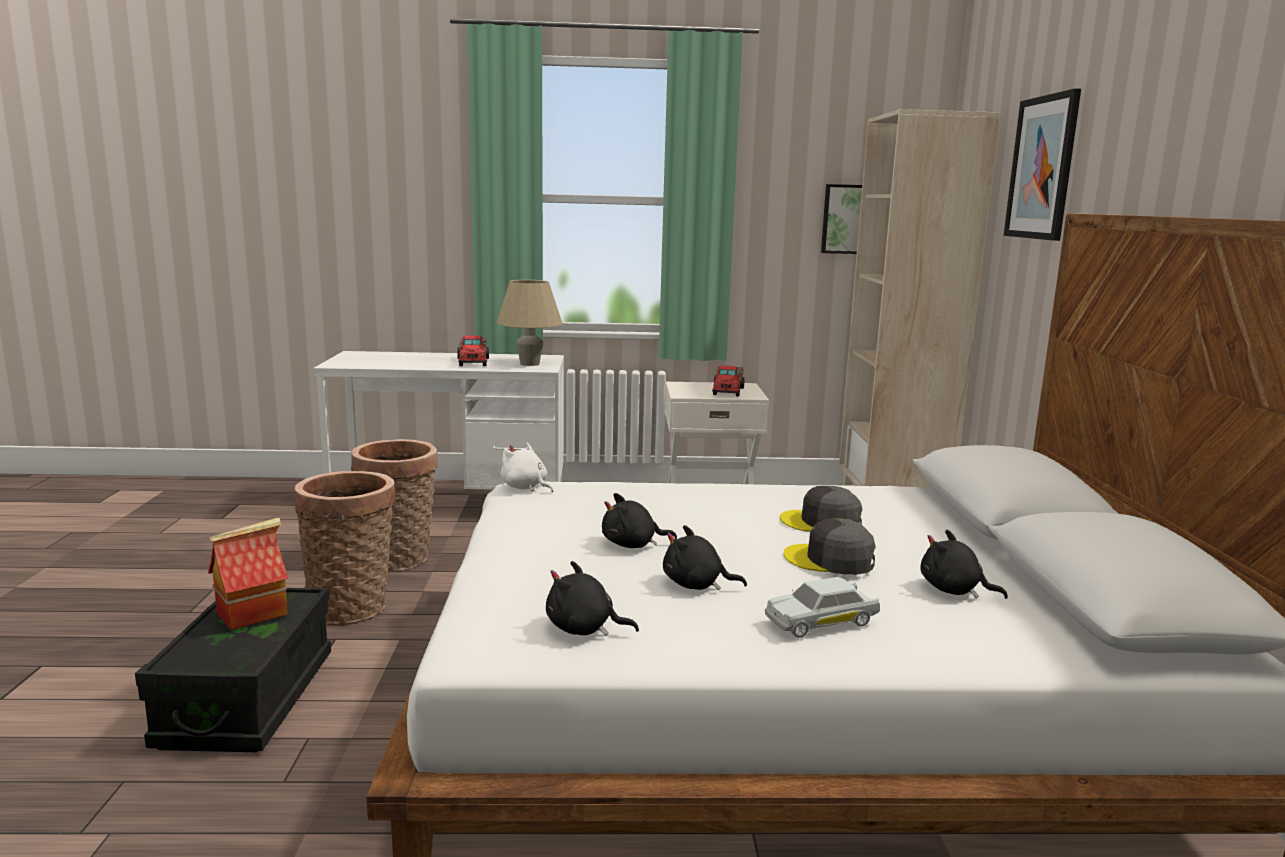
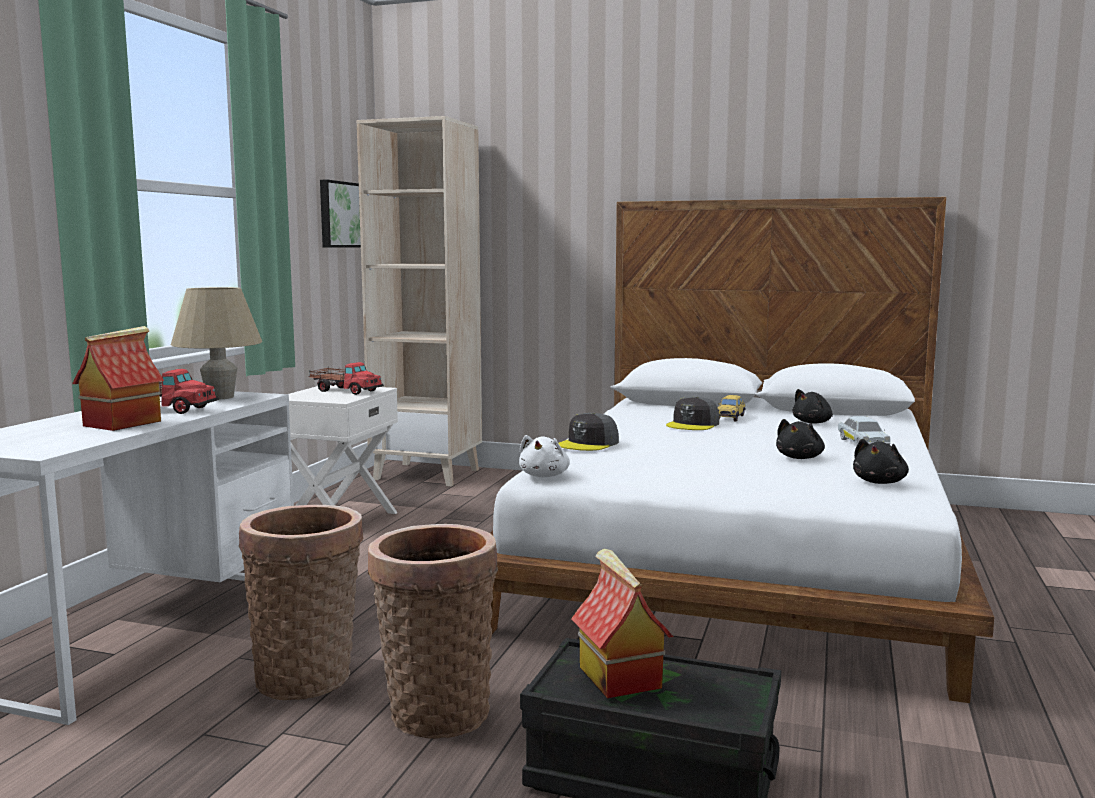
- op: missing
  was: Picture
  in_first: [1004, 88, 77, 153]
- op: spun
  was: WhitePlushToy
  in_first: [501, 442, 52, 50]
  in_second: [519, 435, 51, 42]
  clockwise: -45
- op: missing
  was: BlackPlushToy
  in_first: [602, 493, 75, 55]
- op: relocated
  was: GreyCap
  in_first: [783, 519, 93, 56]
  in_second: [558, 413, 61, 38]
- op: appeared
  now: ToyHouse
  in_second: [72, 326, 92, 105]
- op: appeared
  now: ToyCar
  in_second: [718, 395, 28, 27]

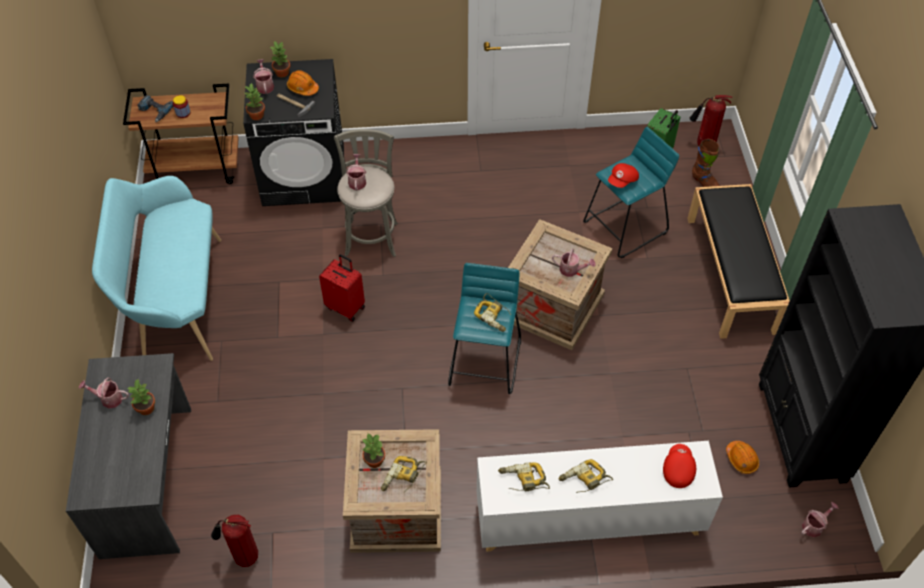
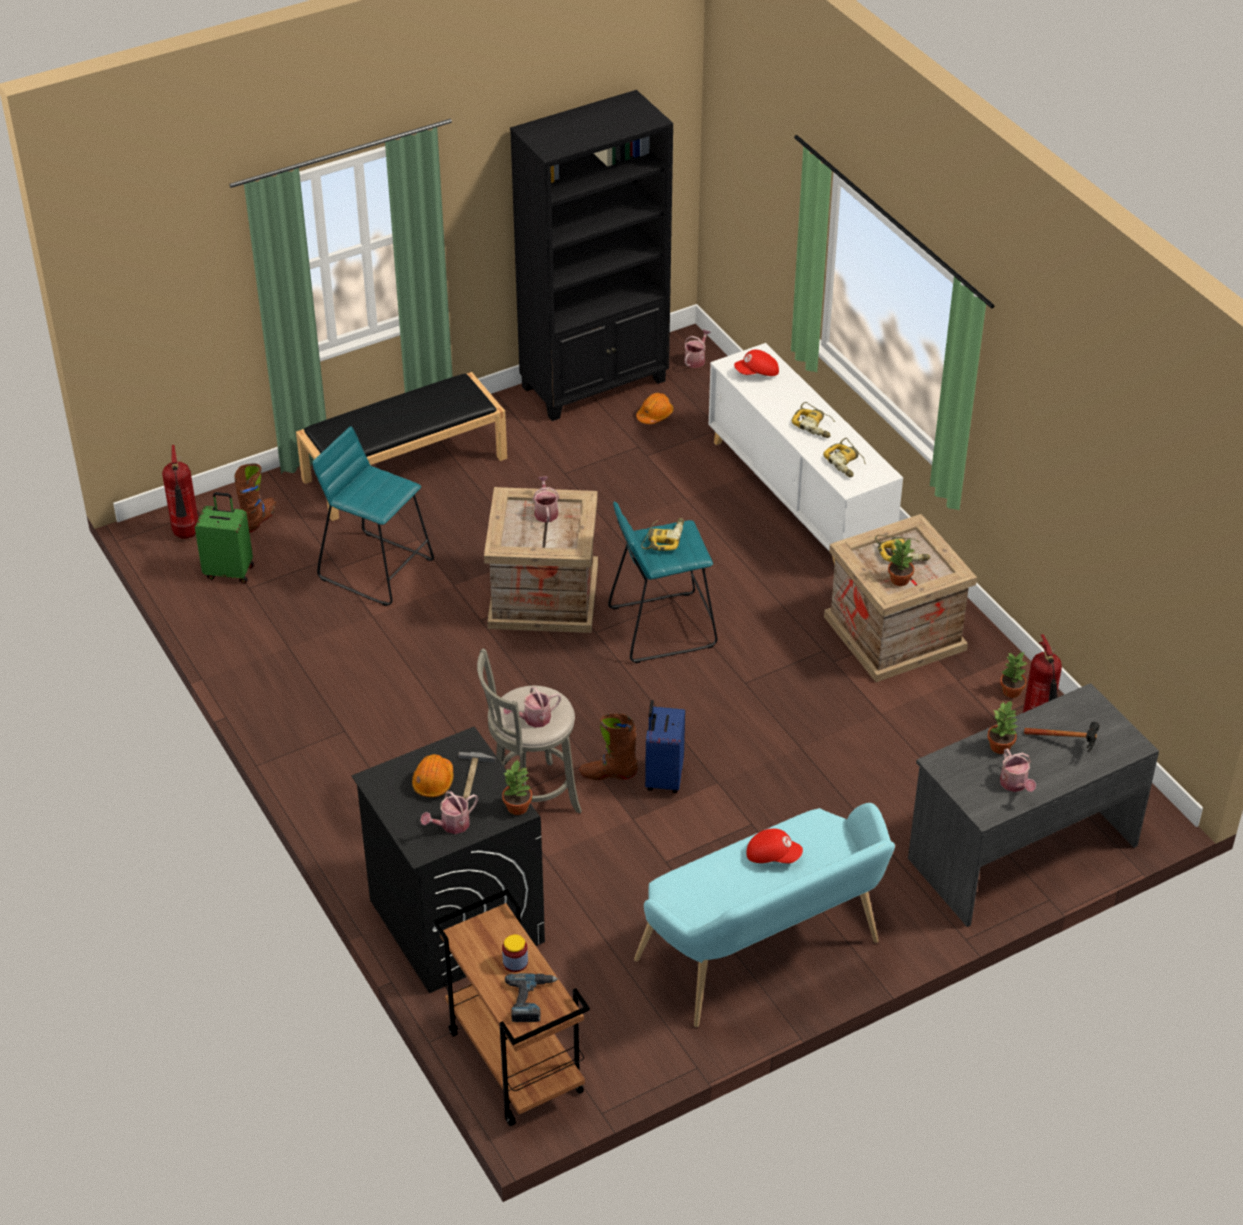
- op: relocated
  was: PottedPlant
  in_first: [270, 41, 20, 37]
  in_second: [1000, 652, 28, 46]
- op: relocated
  was: RedCap
  in_first: [608, 163, 31, 25]
  in_second: [746, 829, 57, 35]
- op: colour
  was: RedSuitcase
  now: BlueSuitcase
  in_first: [319, 254, 46, 68]
  in_second: [645, 700, 40, 93]
- op: spun
  was: WateringCan
  in_first: [801, 502, 38, 35]
  in_second: [684, 329, 27, 39]
  clockwise: 90
- op: appeared
  now: BrownBoot
  in_second: [579, 713, 59, 67]
- op: appeared
  now: Hammer
  in_second: [1024, 722, 75, 30]

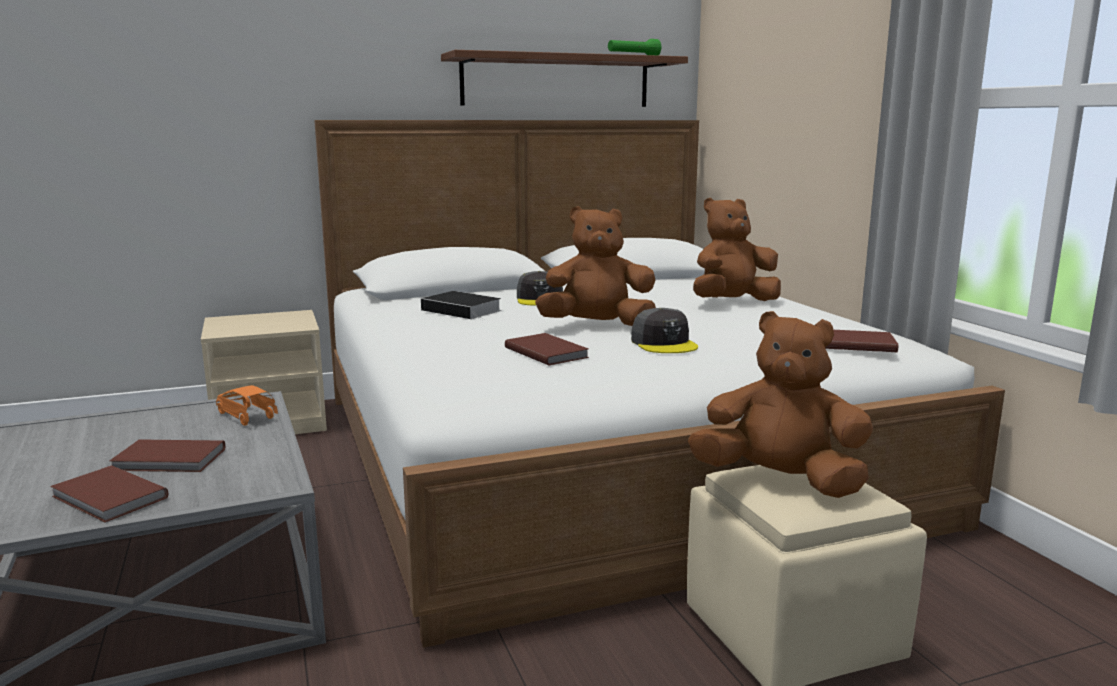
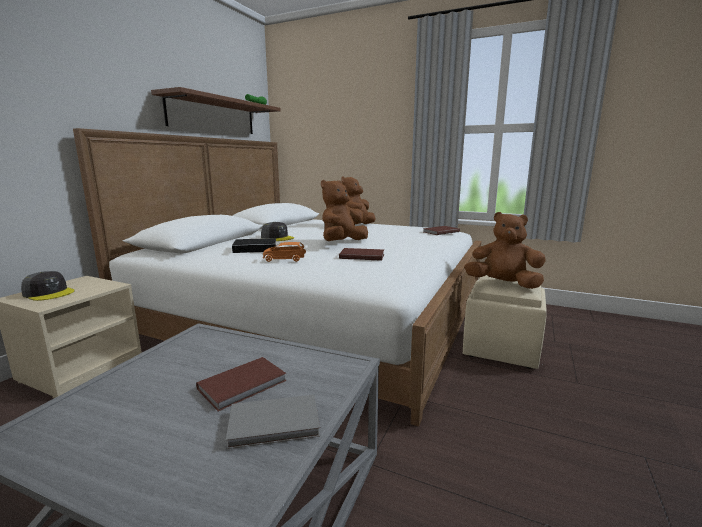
- op: relocated
  was: GreyCap
  in_first: [631, 308, 67, 45]
  in_second: [21, 271, 54, 30]
- op: spun
  was: BrownPlushToy
  in_first: [688, 311, 185, 187]
  in_second: [464, 212, 82, 77]
  clockwise: 45
- op: relocated
  was: OrangeToyCar
  in_first: [216, 385, 62, 41]
  in_second: [263, 242, 43, 20]
- op: colour
  was: BrownBook
  now: GreyBook
  in_first: [50, 465, 118, 57]
  in_second: [226, 395, 94, 54]

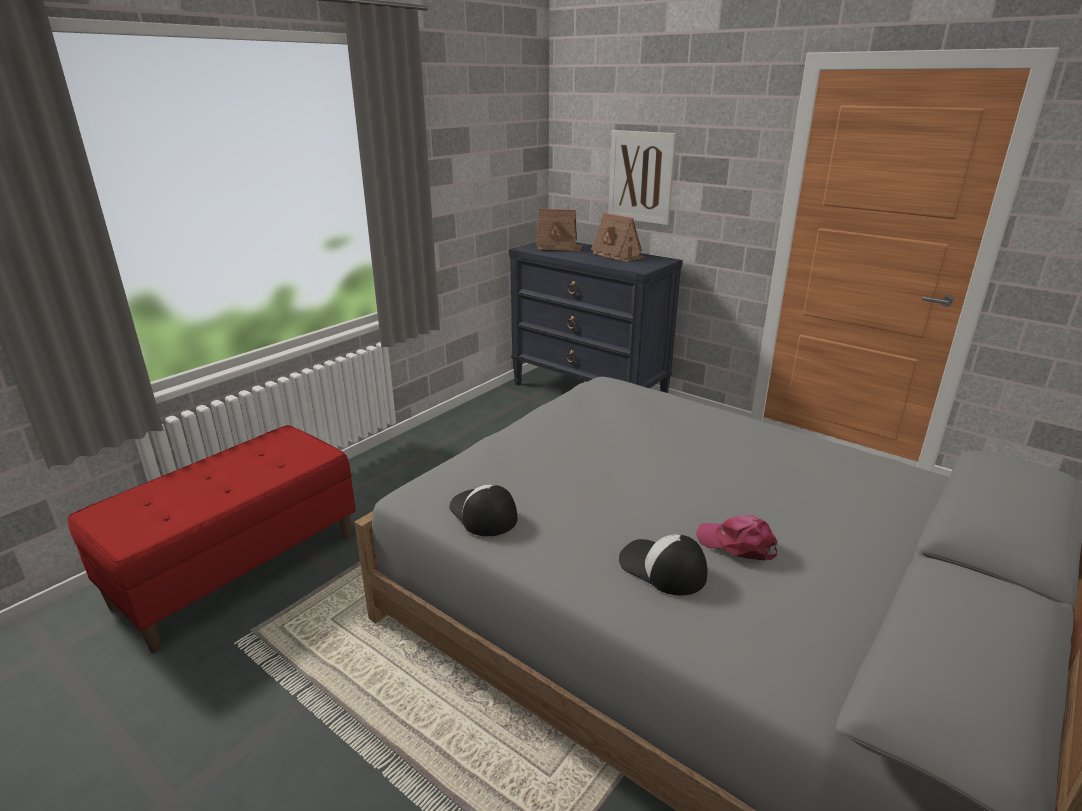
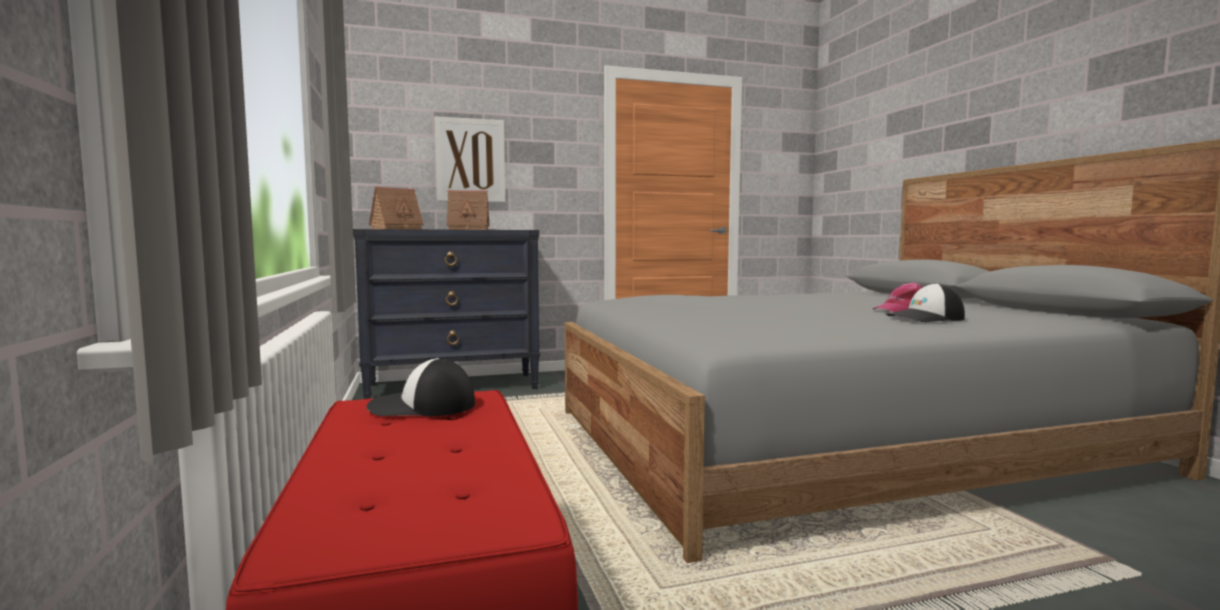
- op: relocated
  was: Cap
  in_first: [449, 484, 68, 52]
  in_second: [366, 358, 109, 58]

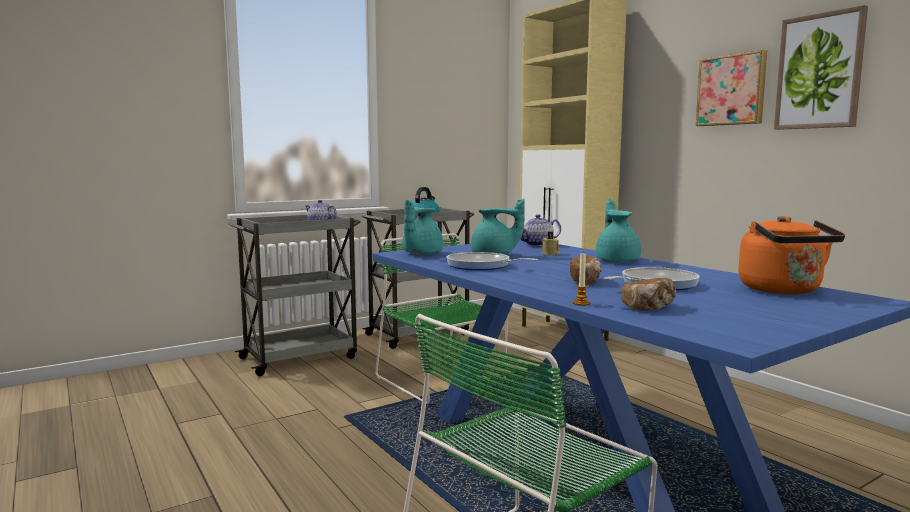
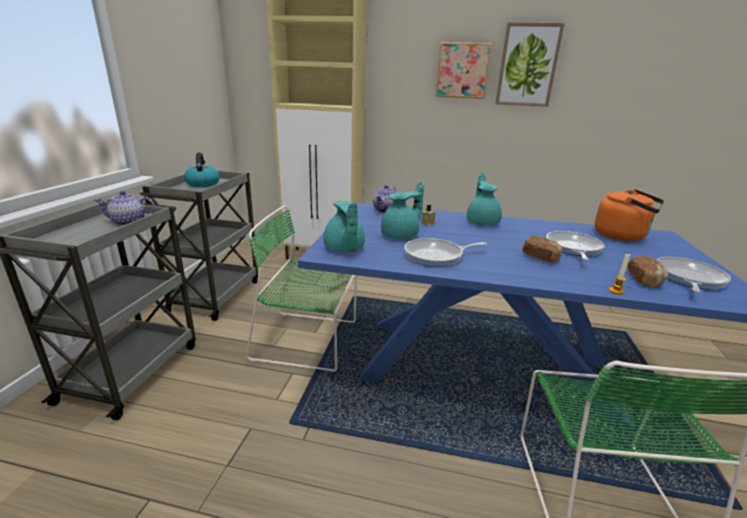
- op: spun
  was: TurquoiseTeapot
  in_first: [595, 199, 46, 63]
  in_second: [467, 172, 35, 54]
  clockwise: 45
- op: appeared
  now: FryingPan
  in_second: [656, 257, 75, 36]

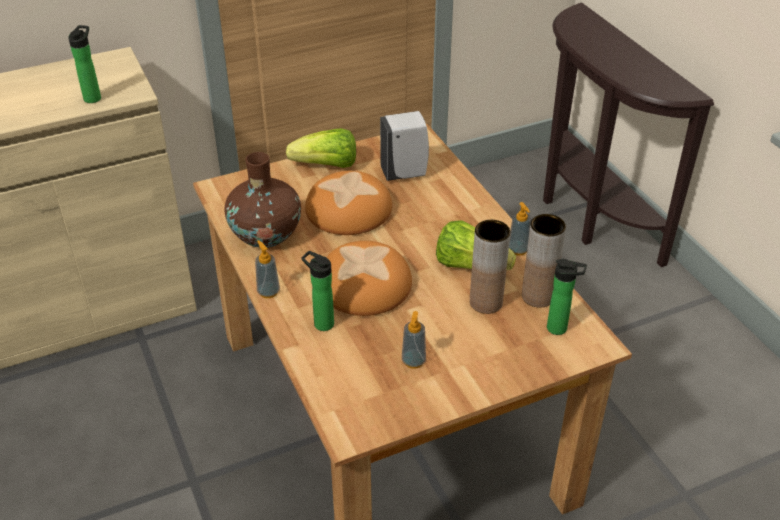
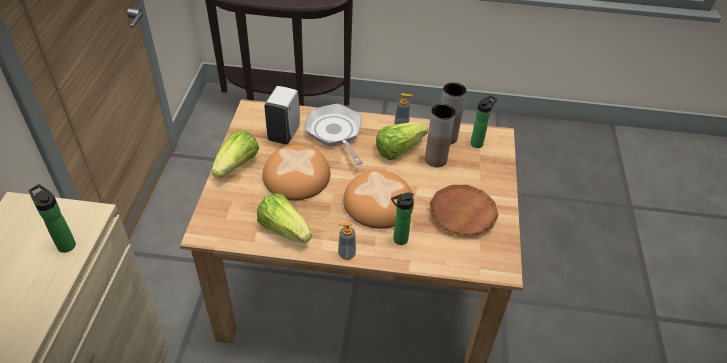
- op: exchanged
  was: BrownVase
  now: Lettuce
  in_first: [225, 152, 76, 96]
  in_second: [257, 193, 55, 50]
- op: exchanged
  was: SoapDispenser
  now: BrownPlate
  in_first: [402, 311, 24, 57]
  in_second: [429, 185, 70, 51]
- op: appeared
  now: FryingPan
  in_second: [305, 104, 58, 61]

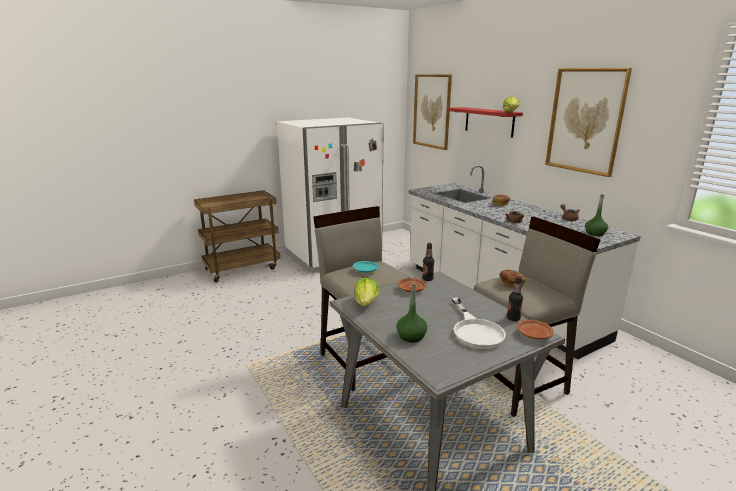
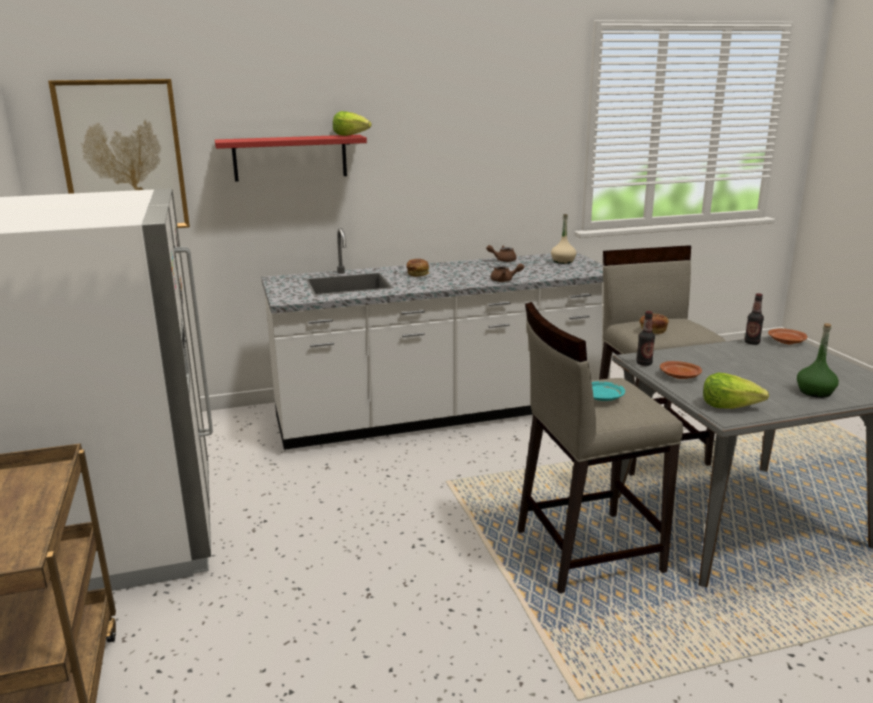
- op: missing
  was: Picture
  in_first: [545, 68, 87, 109]
- op: colour
  was: GreenBottle
  now: BeigeBottle
  in_first: [585, 194, 23, 42]
  in_second: [551, 214, 25, 50]
- op: missing
  was: WhiteFryingPan
  in_first: [452, 297, 54, 52]

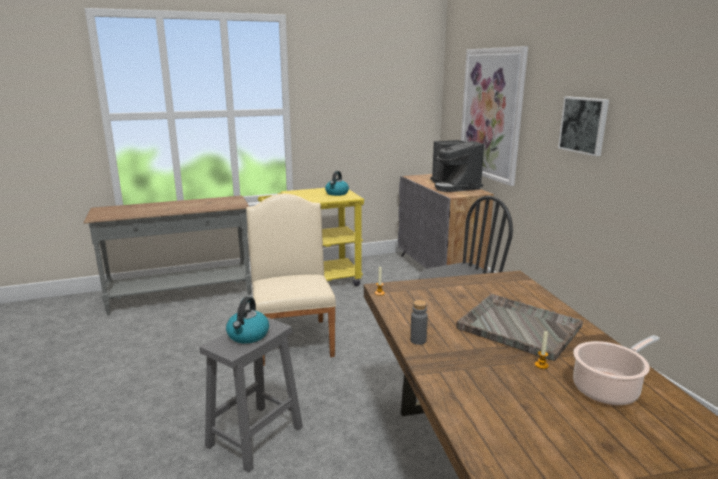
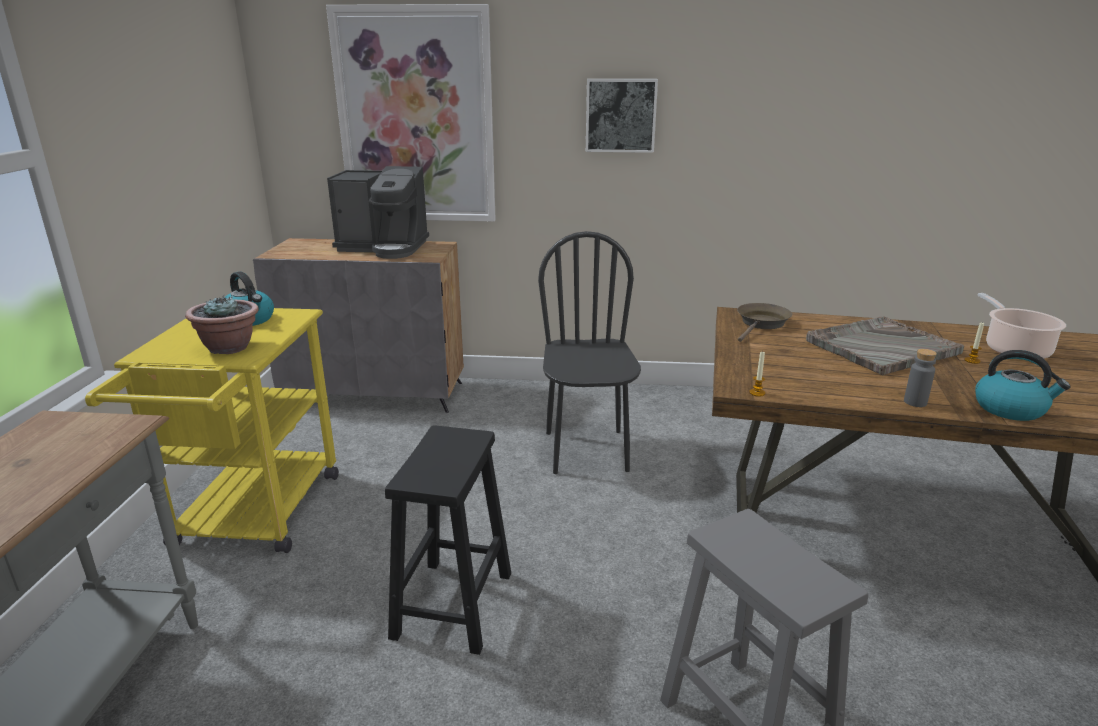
- op: exchanged
  was: BeigeChair
  now: BlackStool
  in_first: [246, 194, 90, 172]
  in_second: [385, 426, 126, 229]
- op: relocated
  was: Kettle
  in_first: [226, 297, 43, 47]
  in_second: [975, 350, 96, 71]
- op: appeared
  now: PottedPlant
  in_second: [185, 294, 74, 60]
- op: appeared
  now: BrownFryingPan
  in_second: [737, 303, 55, 39]

